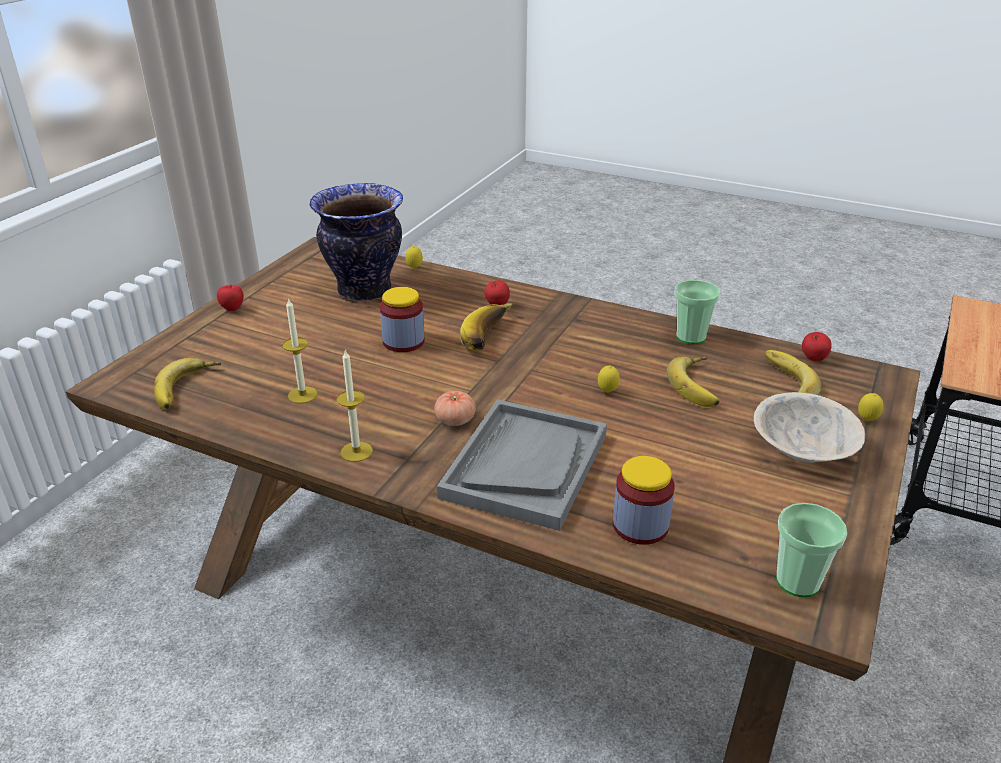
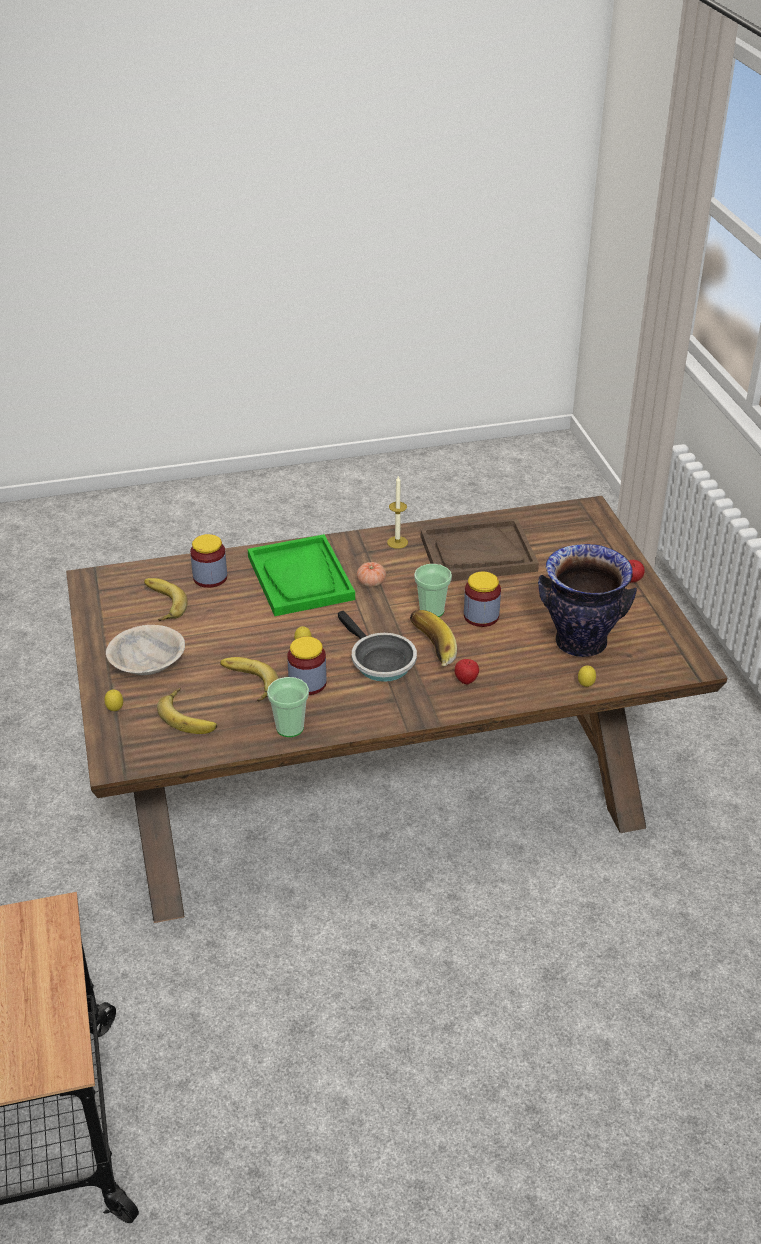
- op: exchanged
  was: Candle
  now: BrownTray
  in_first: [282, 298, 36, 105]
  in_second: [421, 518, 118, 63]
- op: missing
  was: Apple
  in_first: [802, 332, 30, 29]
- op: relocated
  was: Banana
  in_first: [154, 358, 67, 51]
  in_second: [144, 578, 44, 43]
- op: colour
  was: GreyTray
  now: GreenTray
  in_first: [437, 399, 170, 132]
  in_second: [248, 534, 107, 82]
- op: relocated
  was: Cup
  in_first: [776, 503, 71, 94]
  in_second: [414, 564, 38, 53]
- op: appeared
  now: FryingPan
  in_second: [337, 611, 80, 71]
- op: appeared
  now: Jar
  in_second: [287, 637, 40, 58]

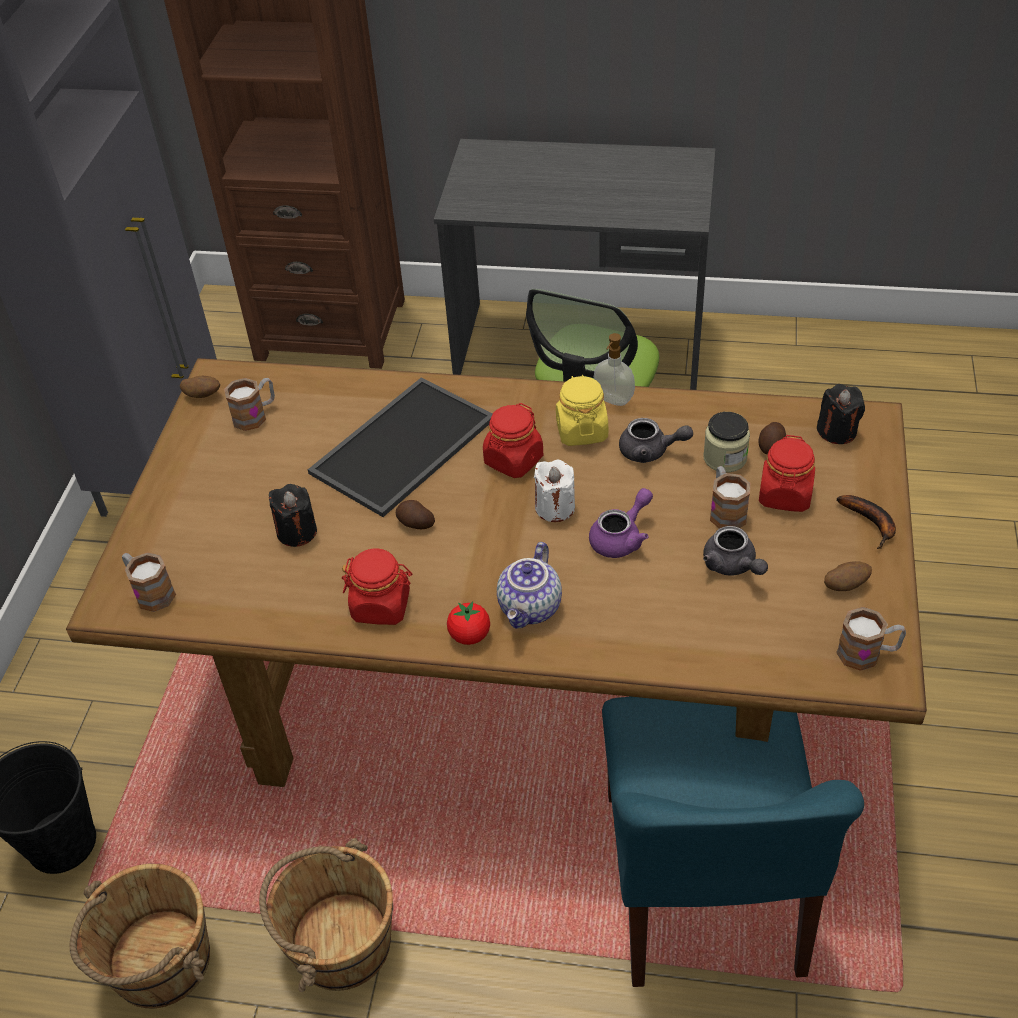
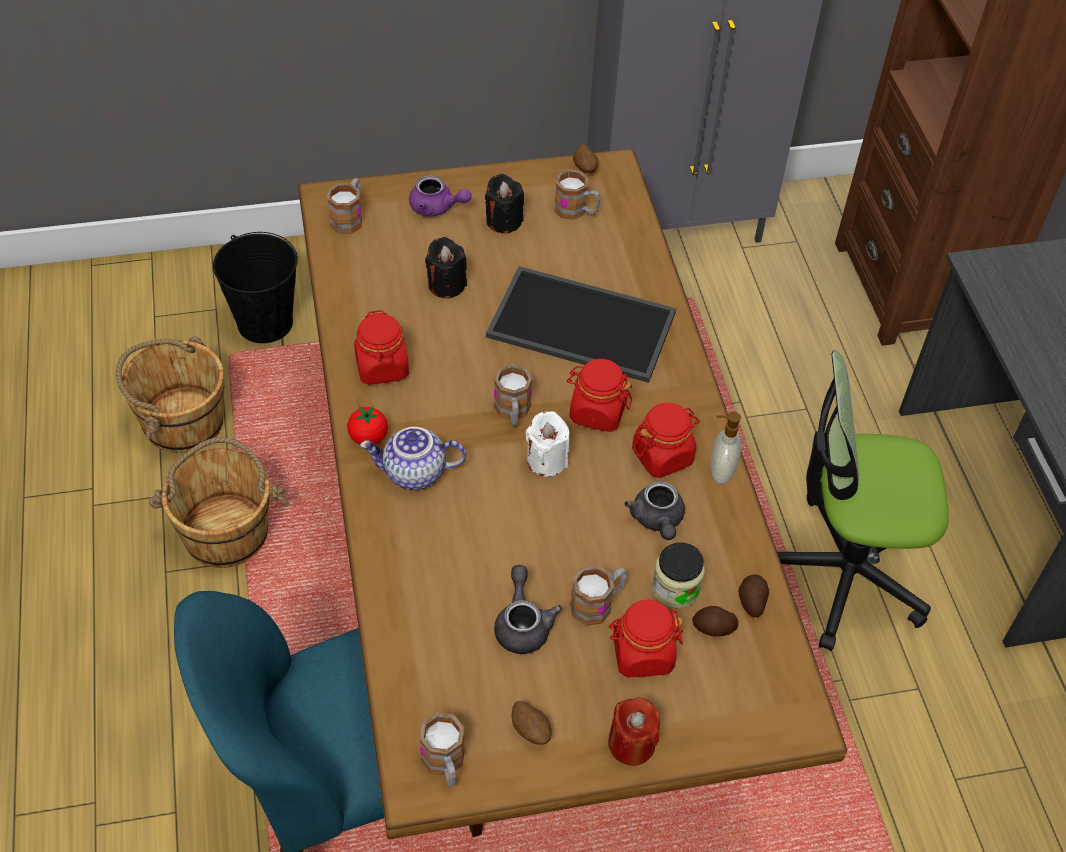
- op: colour
  was: YellowJar
  now: RedJar
  in_first: [556, 375, 52, 71]
  in_second: [632, 403, 68, 75]
- op: relocated
  was: BlackCandle
  in_first: [816, 384, 49, 60]
  in_second: [485, 174, 39, 59]
- op: relocated
  was: PurpleTeapot
  in_first: [589, 488, 64, 70]
  in_second: [409, 175, 63, 41]
- op: exchanged
  was: Banana
  now: RedCandle
  in_first: [837, 495, 59, 54]
  in_second: [608, 697, 52, 69]
- op: relocated
  was: Potato
  in_first: [396, 500, 39, 29]
  in_second: [739, 575, 30, 42]
- op: spun
  was: GreyTeapot
  in_first: [703, 526, 65, 50]
  in_second: [494, 565, 68, 89]
  clockwise: 135
- op: appeared
  now: Mug
  in_second: [494, 364, 38, 62]

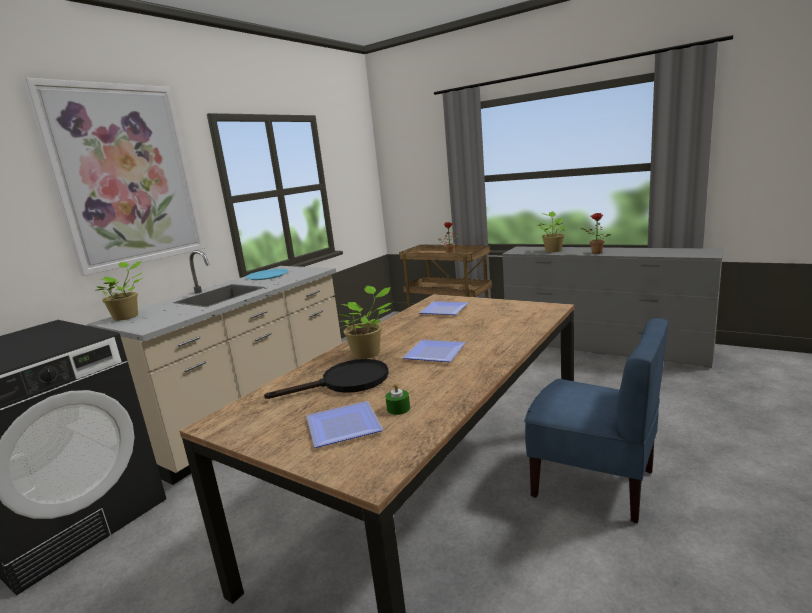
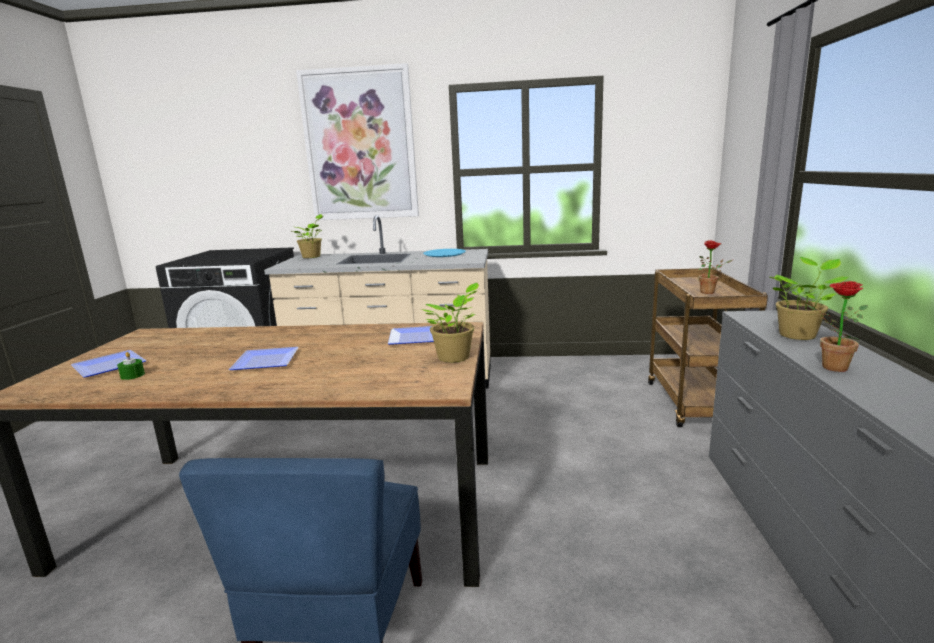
- op: relocated
  was: PottedPlant
  in_first: [339, 286, 53, 73]
  in_second: [421, 283, 58, 80]
- op: missing
  was: BlackFryingPan
  in_first: [264, 359, 125, 40]

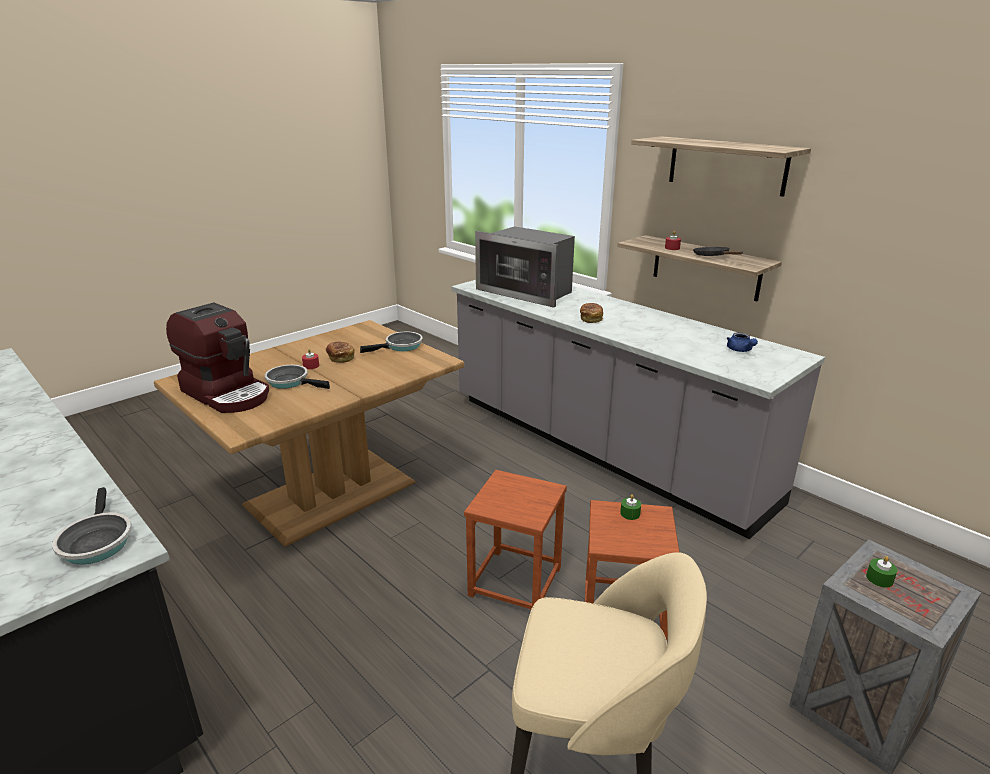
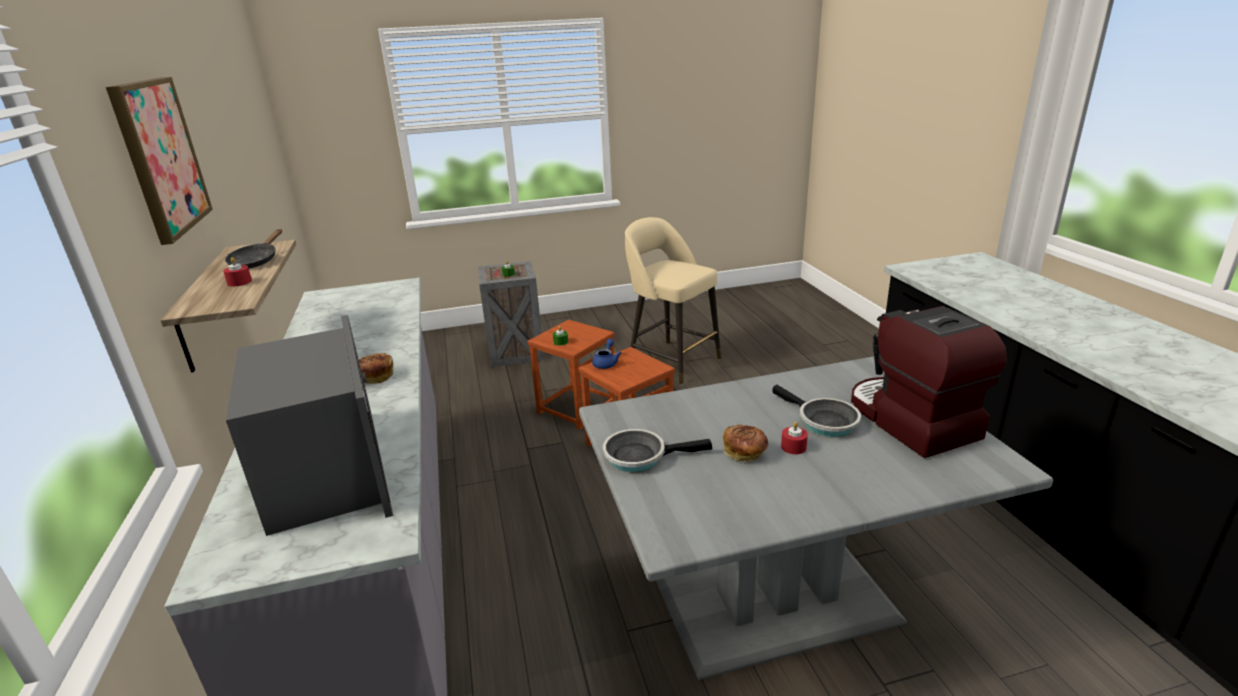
- op: exchanged
  was: Shelf
  now: Picture
  in_first: [631, 136, 180, 61]
  in_second: [106, 77, 107, 168]
- op: colour
  was: BrownDiningTable
  now: GreyDiningTable
  in_first: [154, 320, 310, 227]
  in_second: [579, 356, 474, 324]
- op: relocated
  was: BlueTeapot
  in_first: [727, 332, 31, 20]
  in_second: [592, 339, 29, 30]
- op: missing
  was: FryingPan
  in_first: [52, 487, 80, 77]

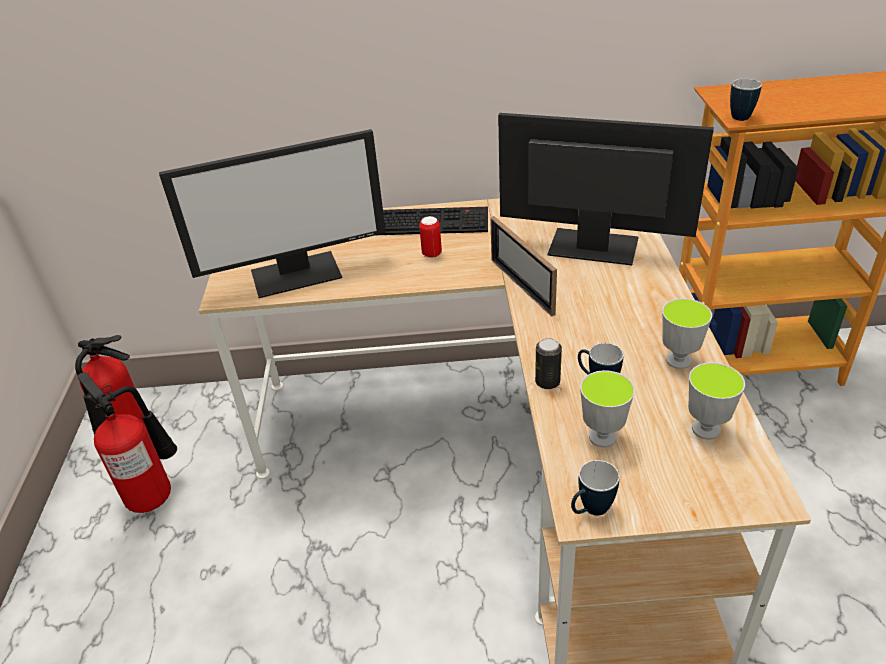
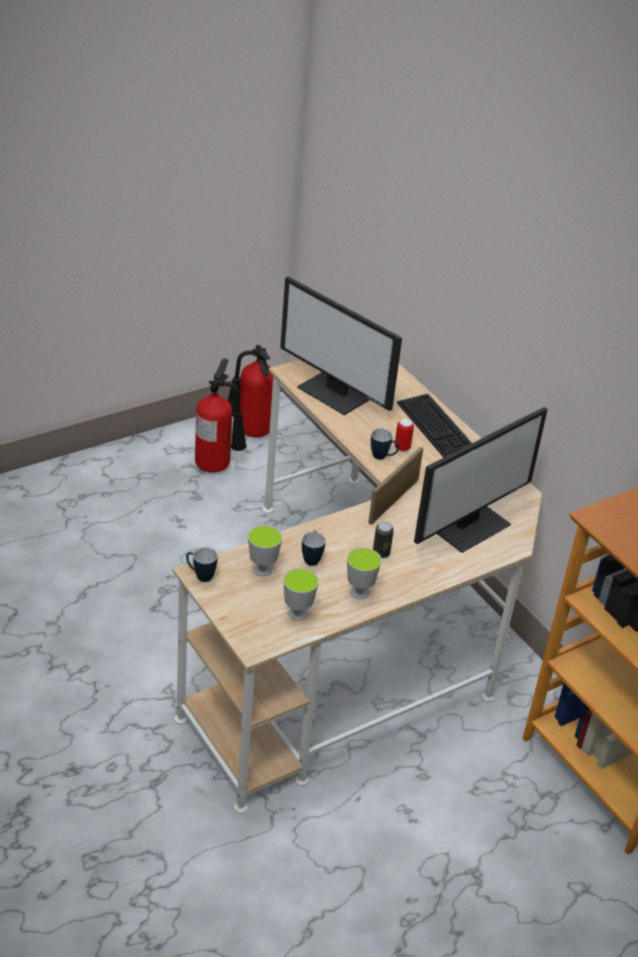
- op: relocated
  was: Mug
  in_first: [730, 79, 32, 42]
  in_second: [371, 429, 28, 30]
- op: spun
  was: Monitor
  in_first: [498, 113, 216, 152]
  in_second: [414, 407, 134, 146]
  clockwise: 60
- op: relocated
  was: Can
  in_first: [535, 338, 27, 51]
  in_second: [373, 522, 21, 36]

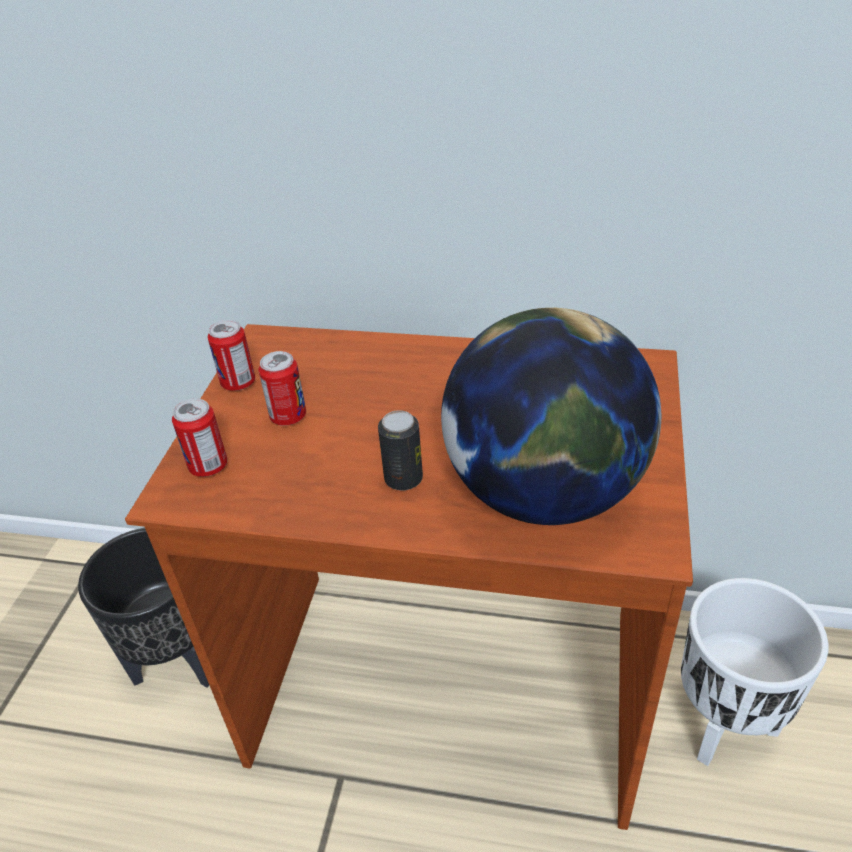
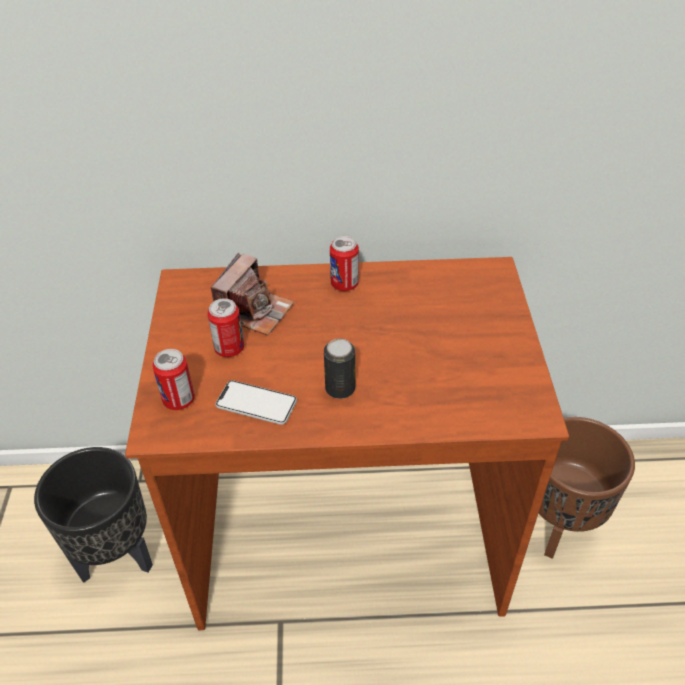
- op: missing
  was: Globe
  in_first: [441, 308, 220, 217]
- op: relocated
  was: Can
  in_first: [208, 320, 47, 71]
  in_second: [330, 236, 29, 55]
- op: colour
  was: WhitePlanter
  now: BrownPlanter
  in_first: [681, 578, 147, 188]
  in_second: [539, 417, 96, 142]
- op: appeared
  now: PhotoCamera
  in_second: [211, 253, 83, 83]
- op: appeared
  now: Phone
  in_second: [215, 380, 82, 45]

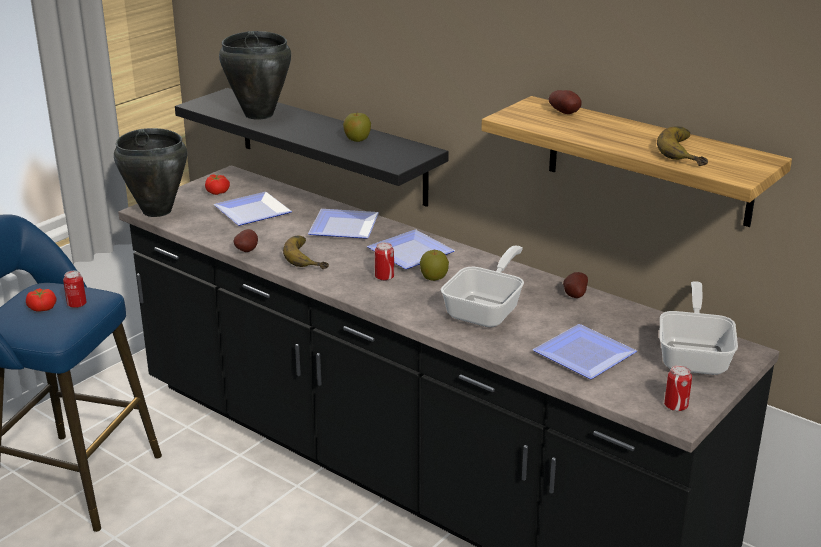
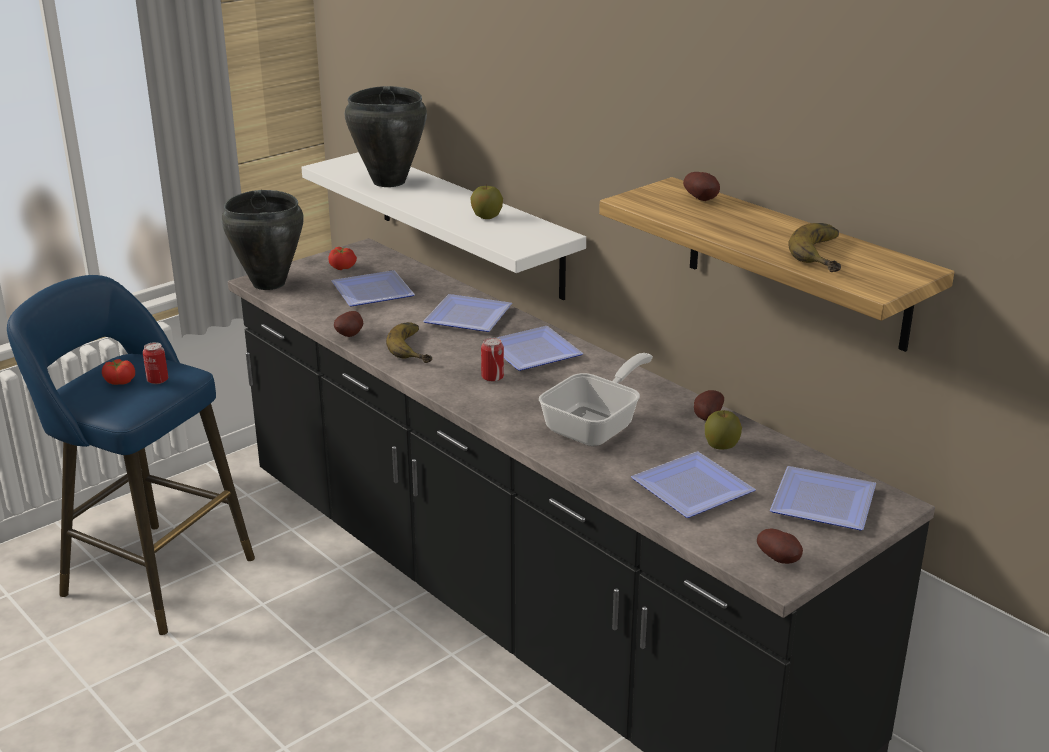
- op: colour
  was: BlackShelf
  now: WhiteShelf
  in_first: [175, 88, 274, 119]
  in_second: [301, 152, 285, 148]
- op: relocated
  was: Apple
  in_first: [420, 250, 29, 31]
  in_second: [705, 410, 37, 40]
- op: exchanged
  was: FryingPan
  now: Plate
  in_first: [660, 281, 78, 94]
  in_second: [770, 466, 106, 65]
- op: exchanged
  was: Can
  now: Potato
  in_first: [664, 365, 28, 46]
  in_second: [757, 528, 46, 36]

